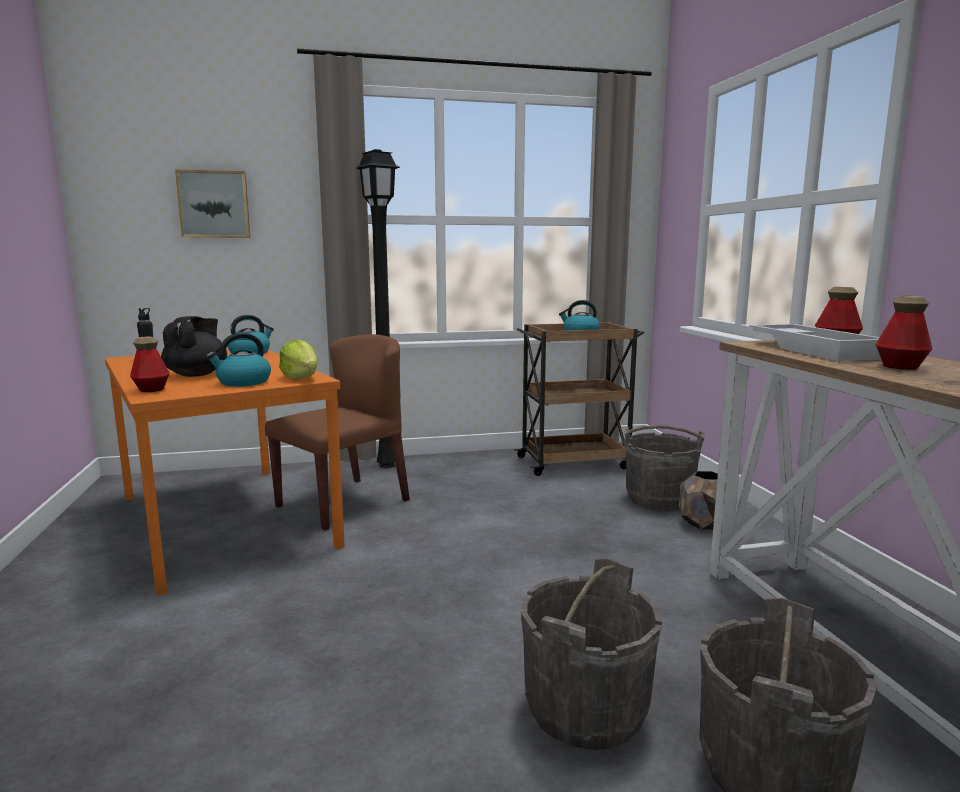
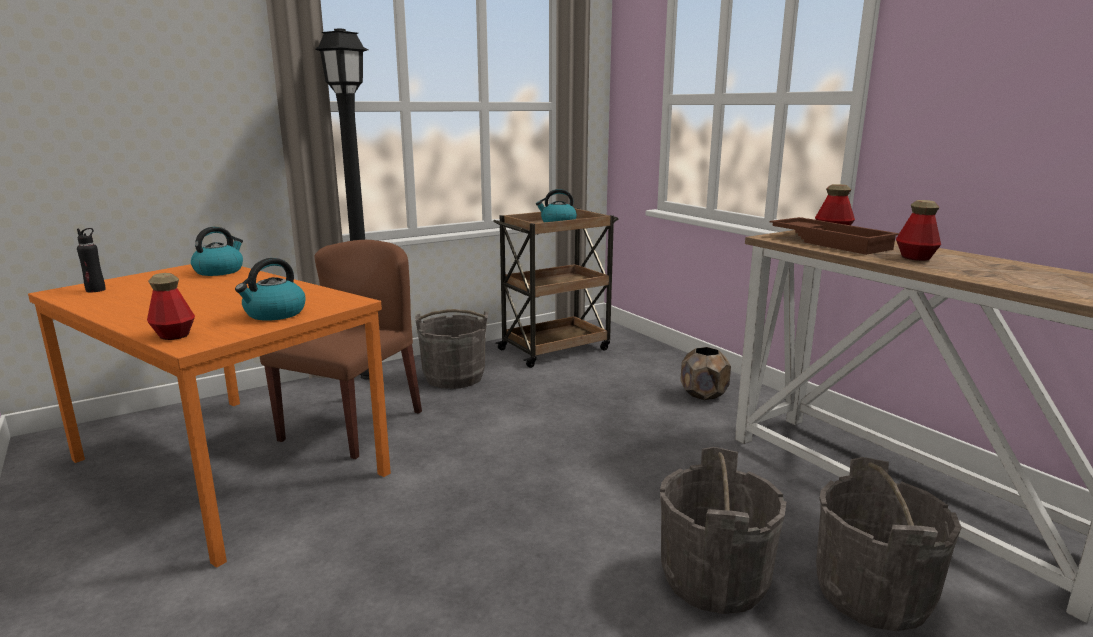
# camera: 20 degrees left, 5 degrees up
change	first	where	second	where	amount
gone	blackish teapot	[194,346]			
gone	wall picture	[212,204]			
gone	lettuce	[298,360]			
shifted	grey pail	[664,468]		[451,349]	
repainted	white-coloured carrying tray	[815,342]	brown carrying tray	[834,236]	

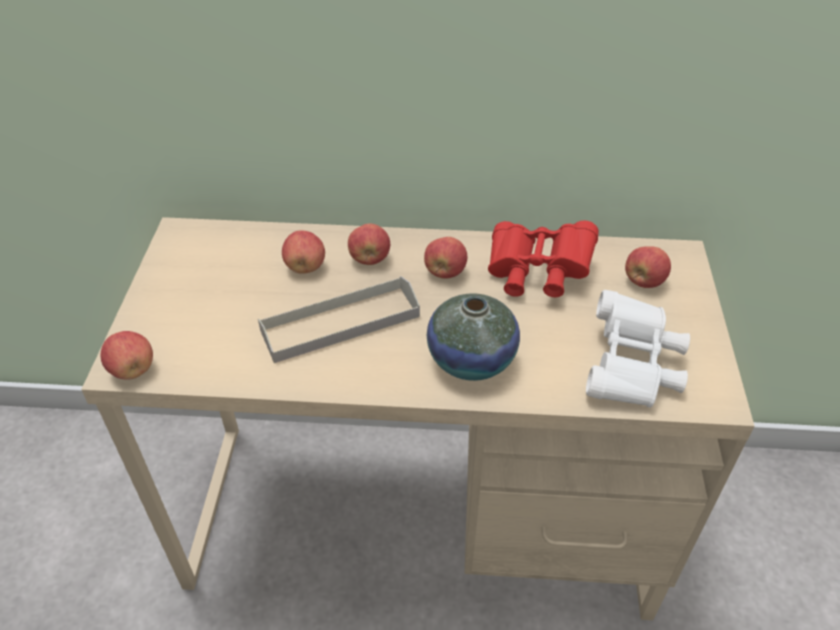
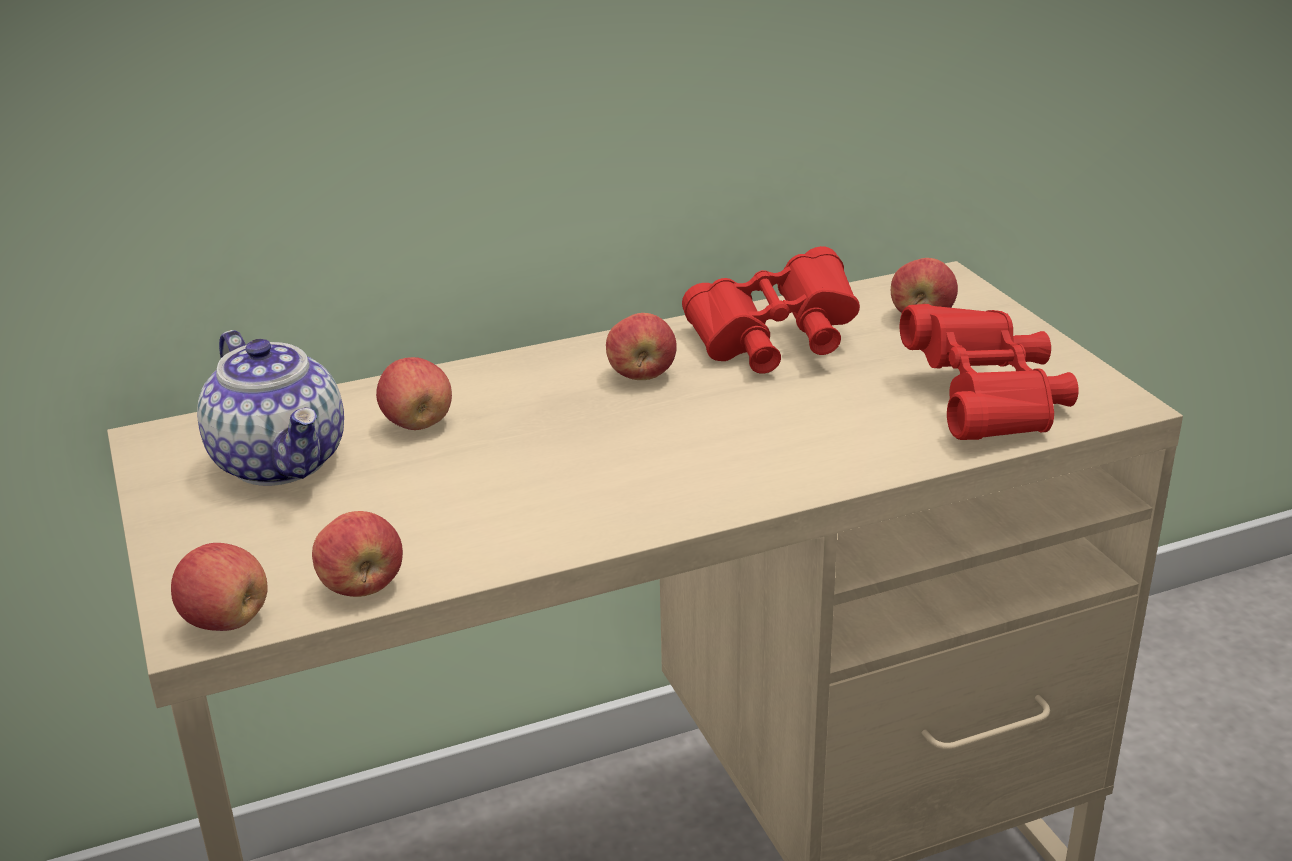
# camera: 25 degrees left, 15 degrees down
change	first	where	second	where	amount
gone	grey carrying tray	[339,319]			
shifted	whole apple	[369,244]		[357,554]	
gone	decorative vase	[473,337]			
repainted	white-coloured pair of binoculars	[638,349]	red pair of binoculars	[989,372]	
new			teapot	[270,408]	

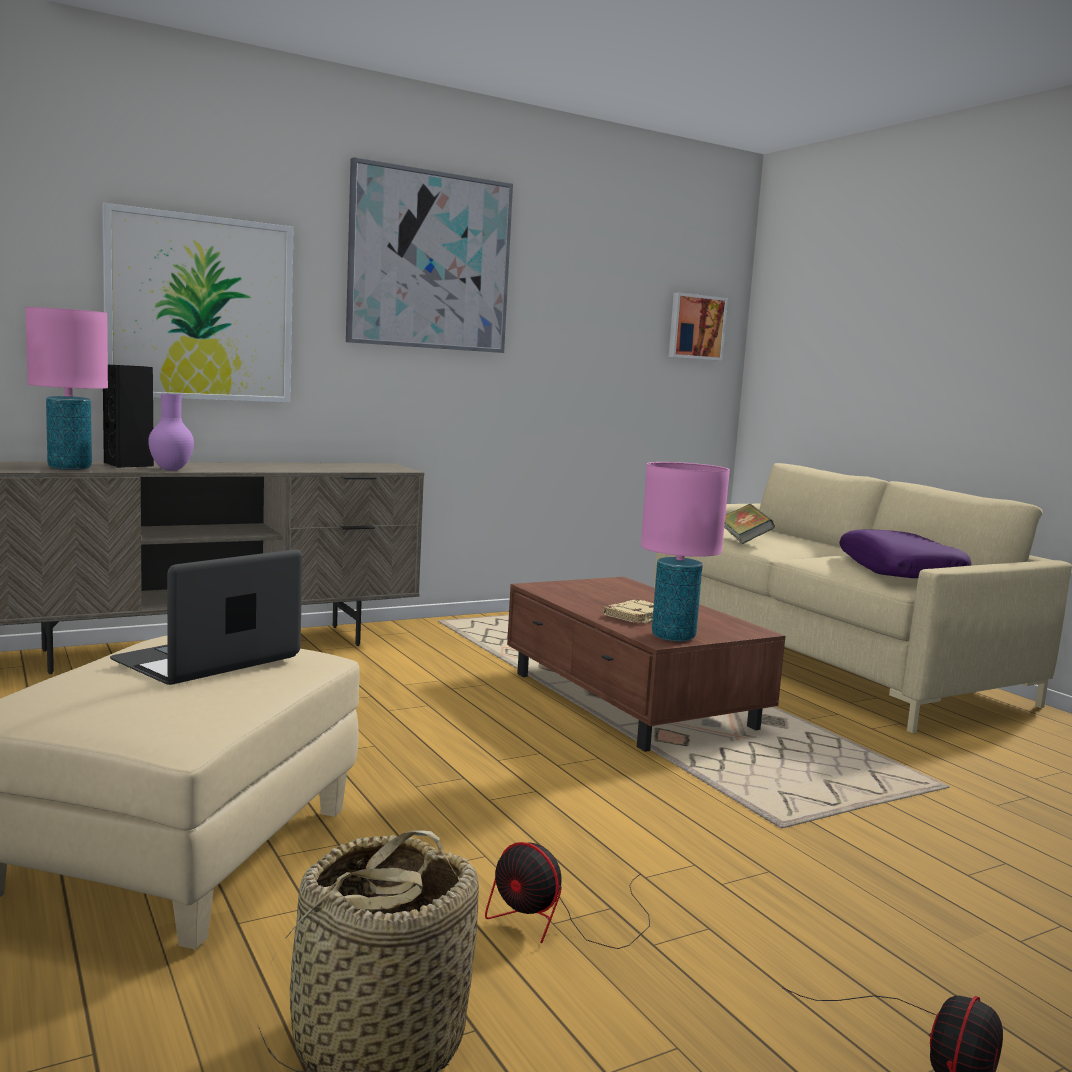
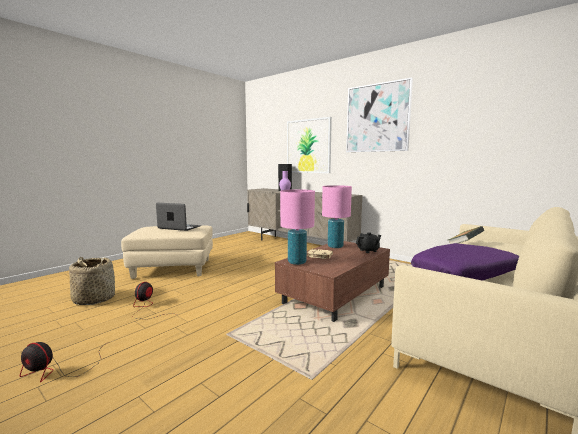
# camera: 70 degrees right, 0 degrees up
change	first	where	second	where	amount
shifted	pink lamp for a table	[66,388]		[337,216]	
gone	wall picture	[698,326]			
new			blackish teapot	[368,242]	

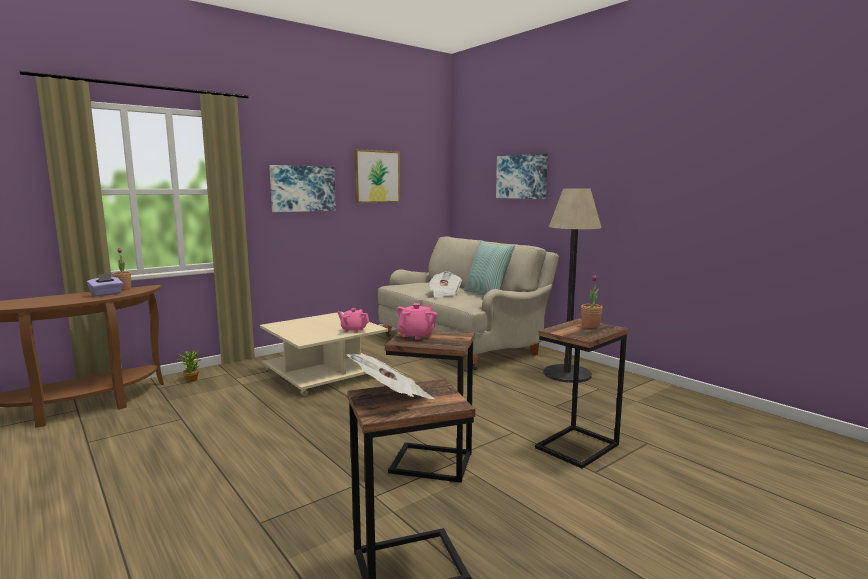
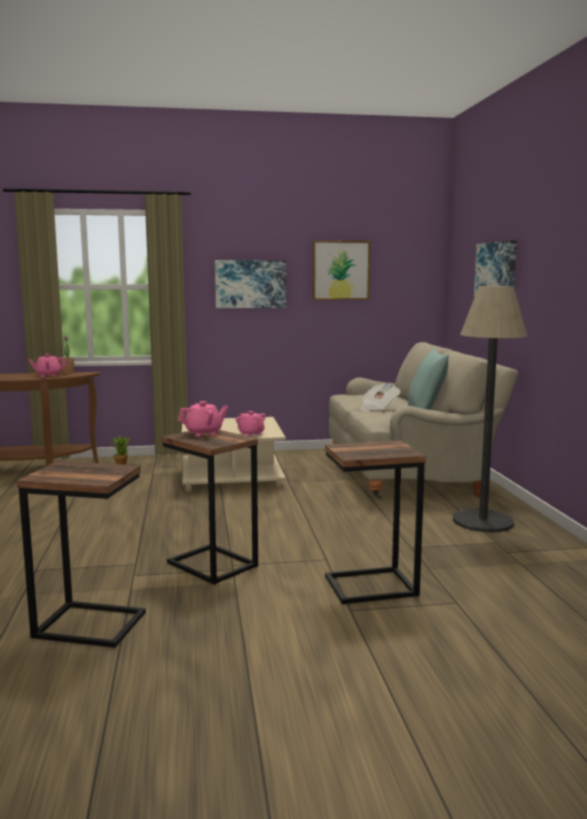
# camera: 30 degrees right, 0 degrees up
change	first	where	second	where	amount
swapped	purplish box of tissues	[105,285]	pink teapot	[47,365]	
gone	daily paper	[390,376]			
gone	houseplant	[592,301]			

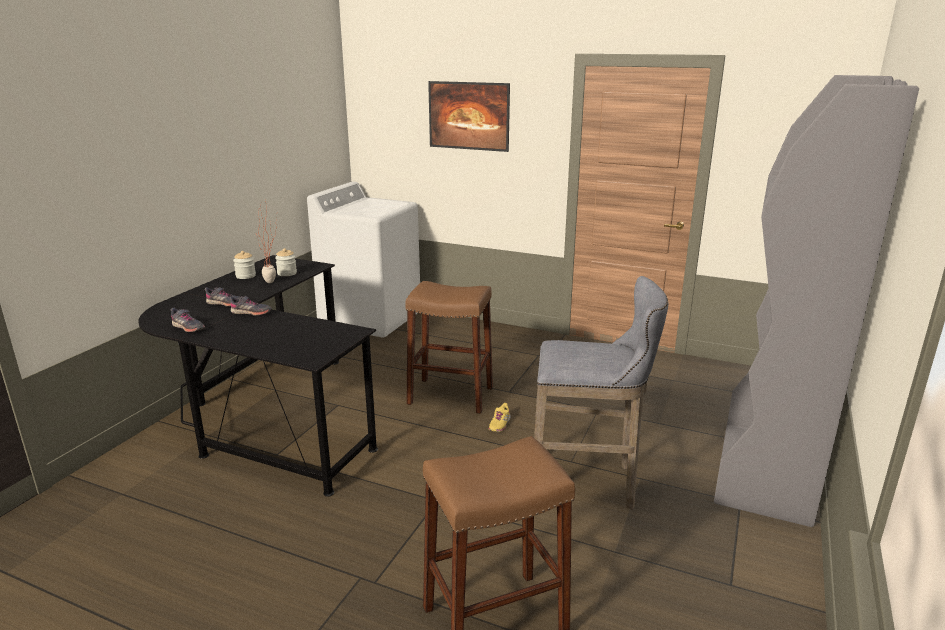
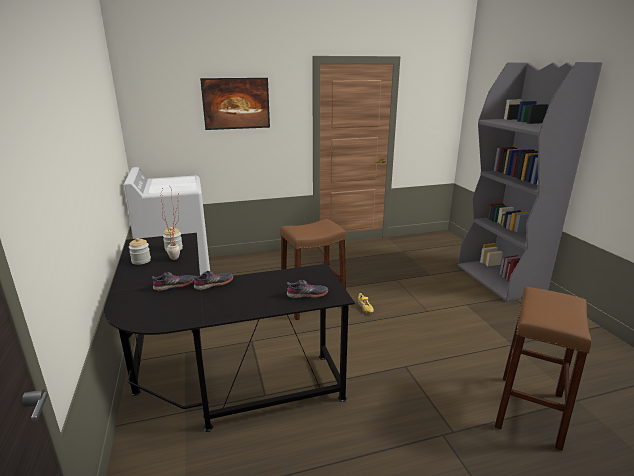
# camera: 40 degrees left, 0 degrees up
change	first	where	second	where	amount
shifted	grey item of footwear	[187,320]		[307,289]	
gone	grey stool seat	[601,393]			

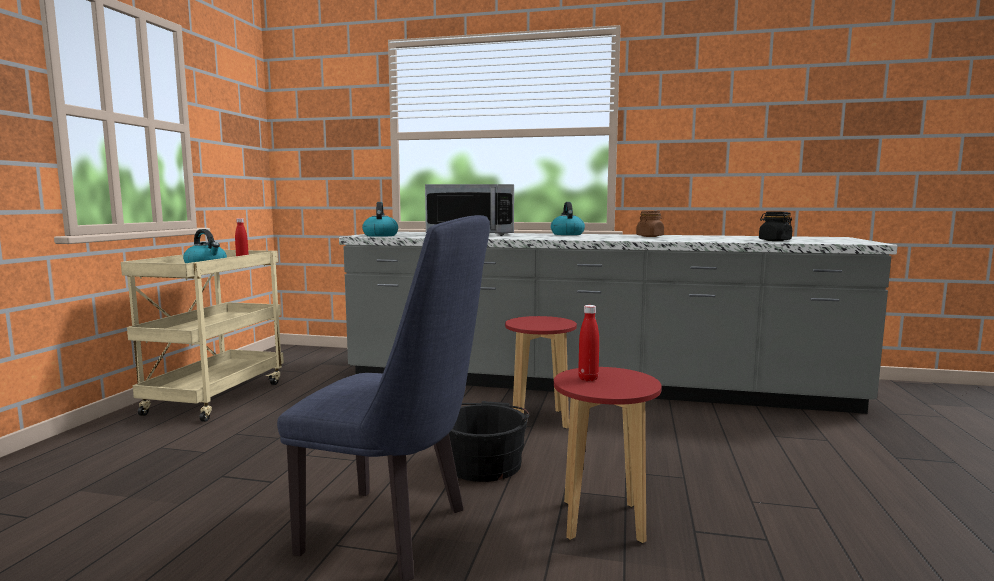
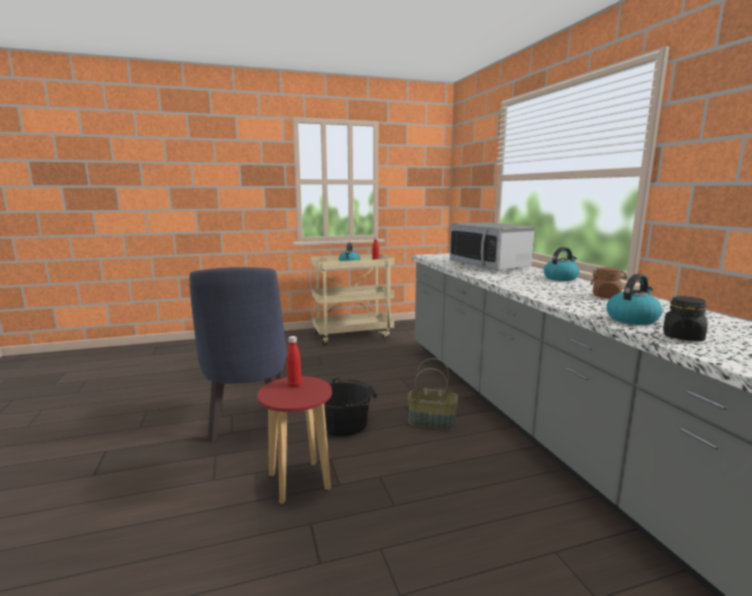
# camera: 60 degrees right, 5 degrees up
change	first	where	second	where	amount
shifted	kettle	[380,219]		[634,299]	
swapped	red stool seat	[541,372]	household basket	[433,394]	

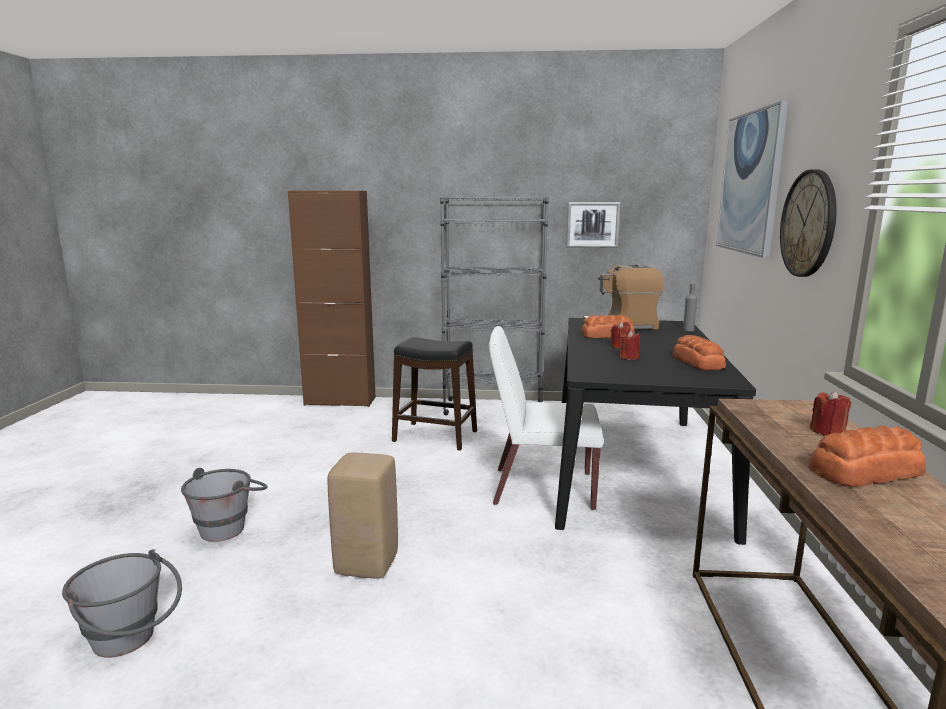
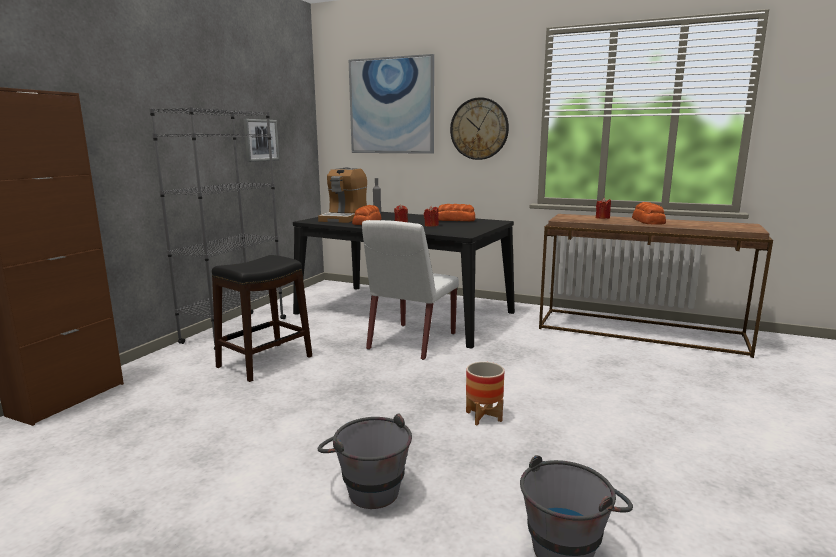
# camera: 70 degrees left, 0 degrees up
change	first	where	second	where	amount
swapped	beige stool seat	[363,516]	flower pot	[485,394]	

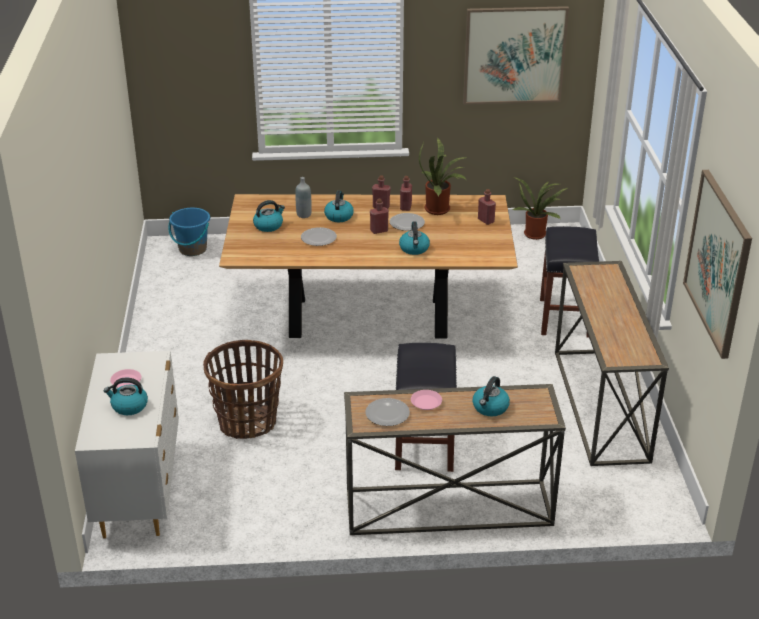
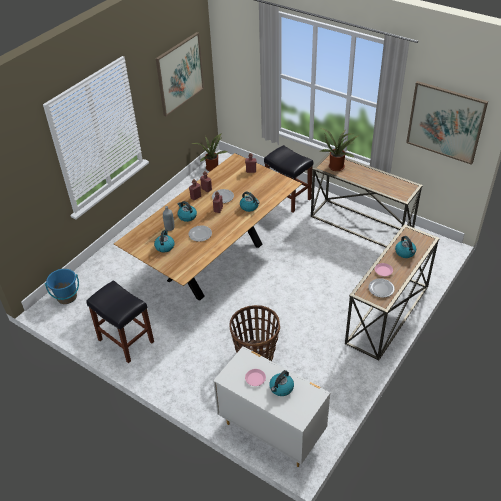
# camera: 50 degrees left, 10 degrees up
change	first	where	second	where	amount
shifted	blackish stool seat	[426,407]		[120,321]	
shifted	houseplant	[443,176]		[340,149]	

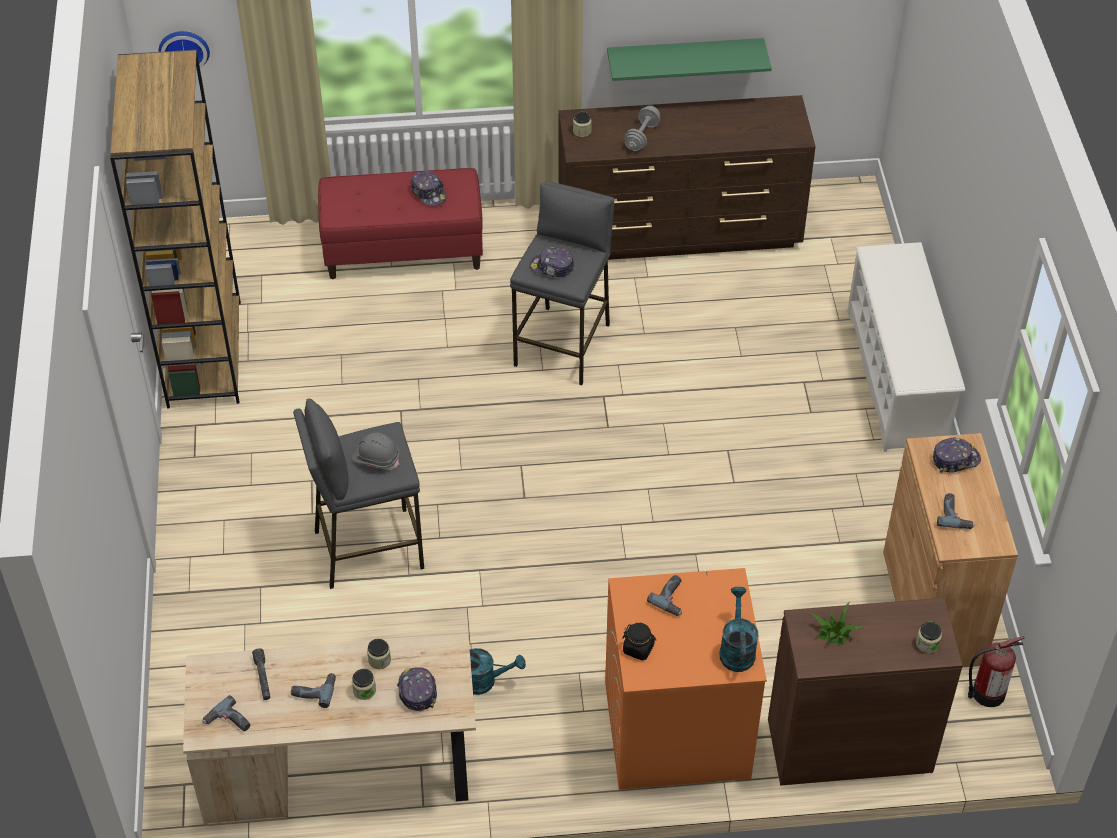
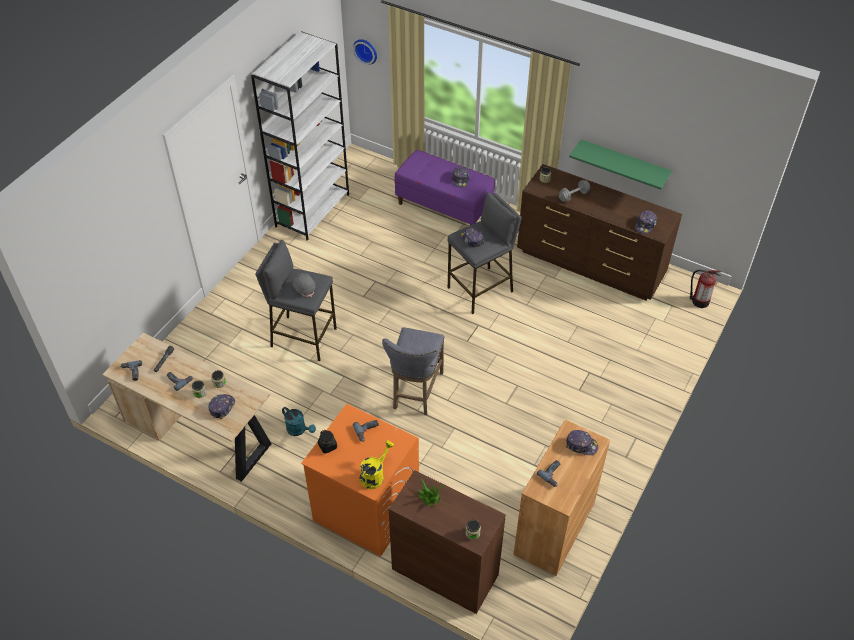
# camera: 35 degrees right, 0 degrees up
change	first	where	second	where	amount
repainted	brown bookcase	[175,229]	white-coloured bookcase	[300,136]	
repainted	red bench	[400,223]	purplish bench	[445,187]	
repainted	blue-green sprinkling can	[739,629]	yellow sprinkling can	[376,465]	
gone	white-coloured shoe rack	[906,347]			
shifted	fire extinguisher	[996,671]		[706,289]	
new			grey stool seat	[413,371]	
new			cap	[646,222]	

